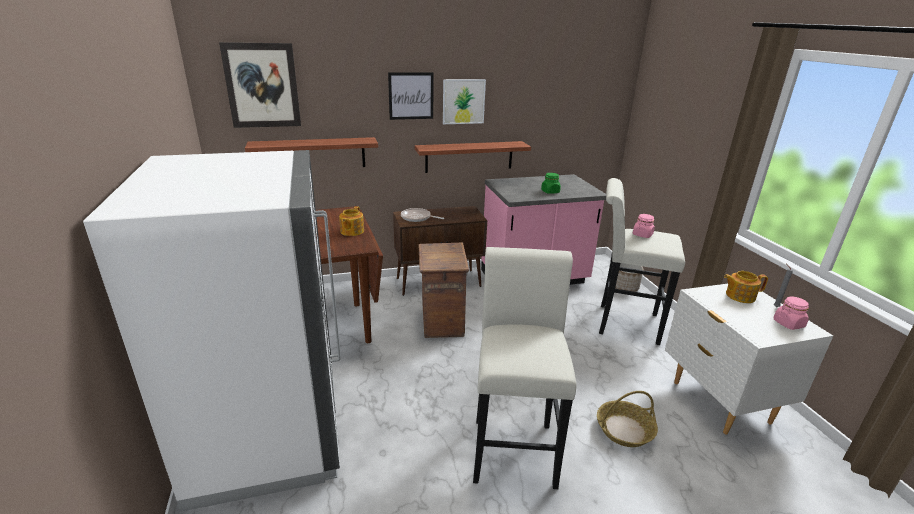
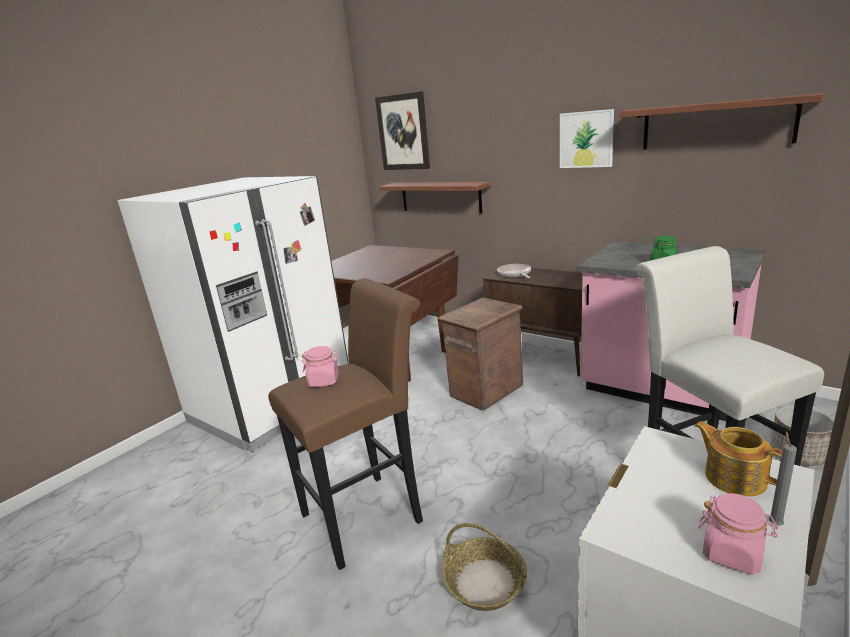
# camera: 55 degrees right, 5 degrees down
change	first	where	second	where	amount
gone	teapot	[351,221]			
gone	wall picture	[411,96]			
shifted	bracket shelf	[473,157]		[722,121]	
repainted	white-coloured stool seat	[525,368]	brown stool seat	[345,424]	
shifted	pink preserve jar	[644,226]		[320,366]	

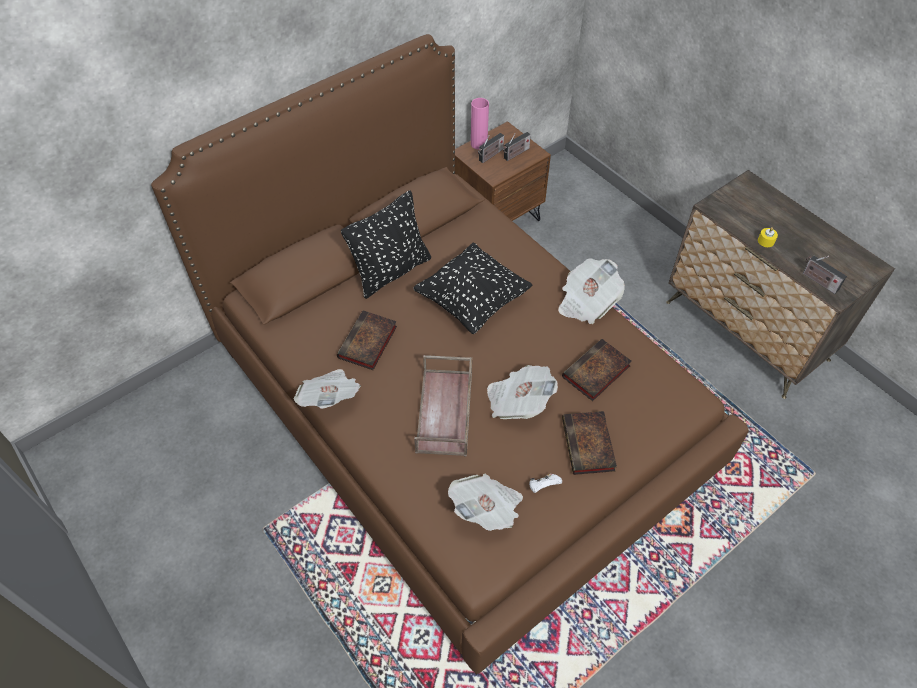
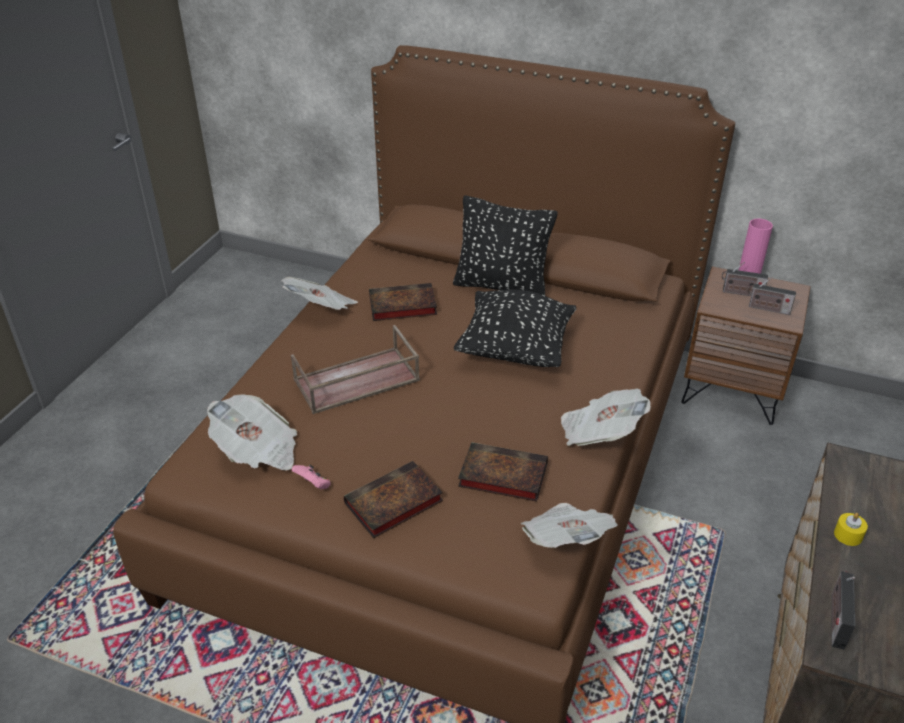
# camera: 60 degrees right, 15 degrees down
change	first	where	second	where	amount
shifted	daily paper	[522,392]		[569,525]	
repainted	white-coloured joypad	[545,483]	pink joypad	[311,477]	

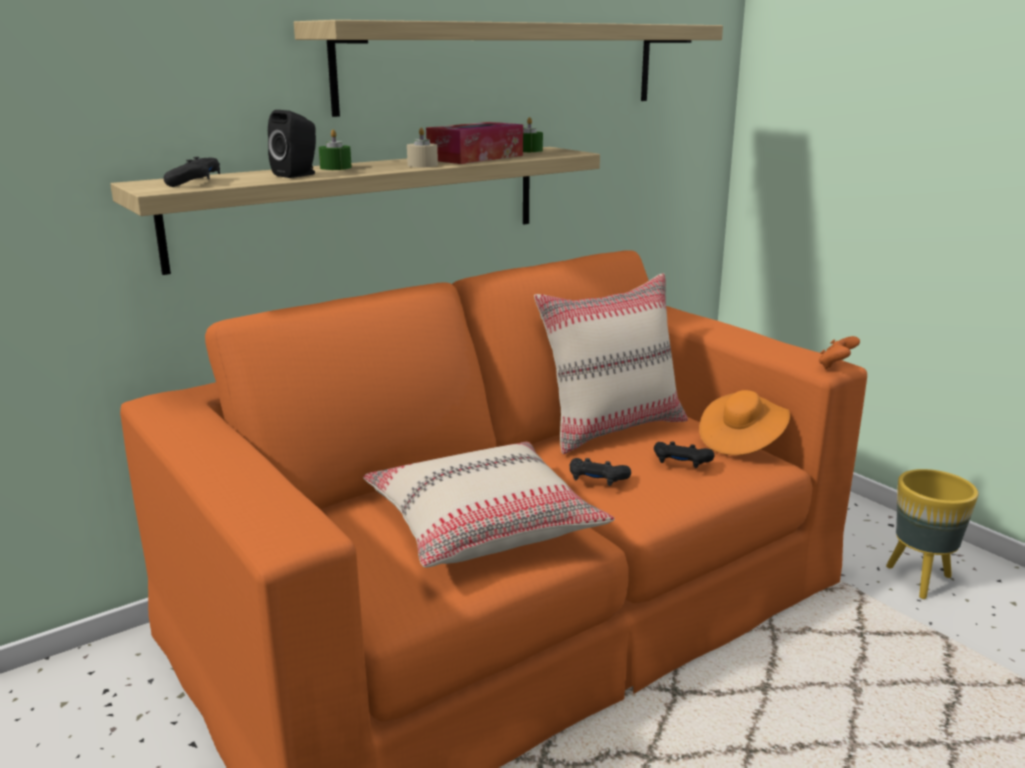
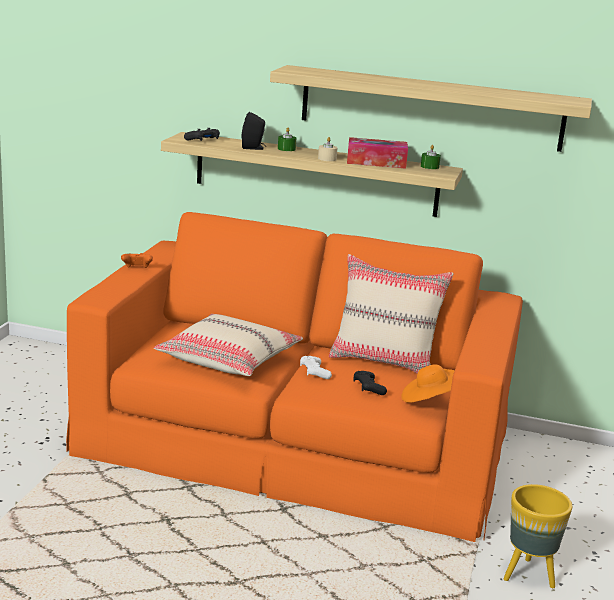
# camera: 50 degrees right, 0 degrees up
change	first	where	second	where	amount
repainted	blackish joypad	[600,472]	white-coloured joypad	[316,367]	
shifted	orangey joypad	[839,352]		[137,260]	

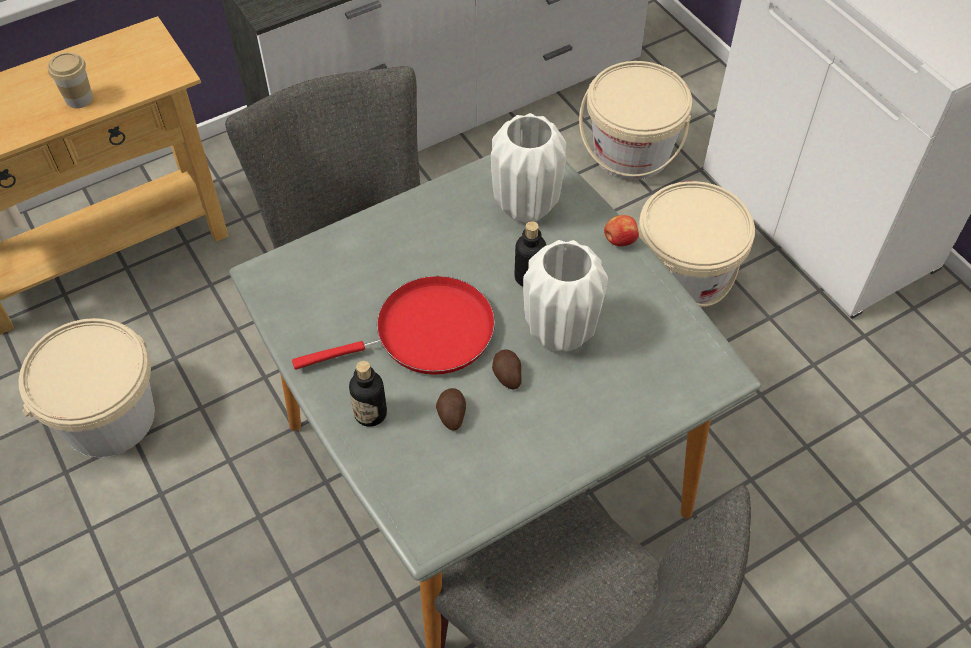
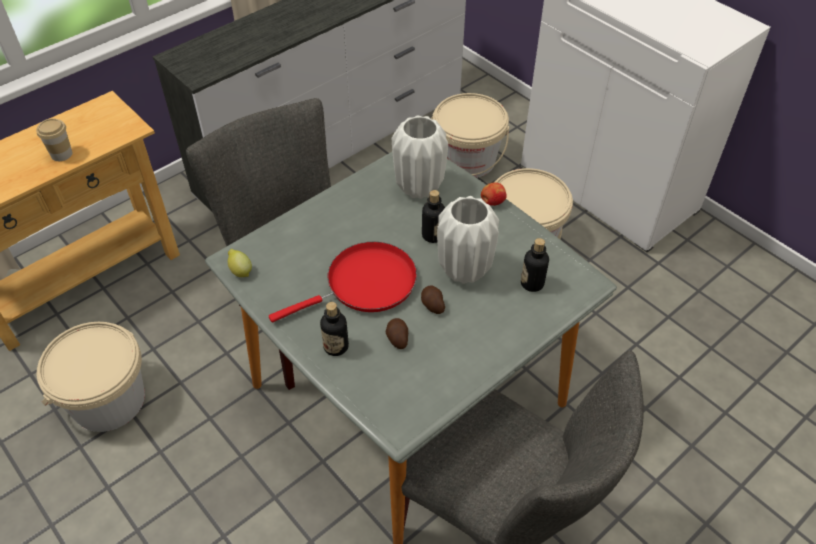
# camera: 10 degrees left, 5 degrees down
change	first	where	second	where	amount
new			whole lemon	[240,263]	
new			drink bottle	[535,265]	

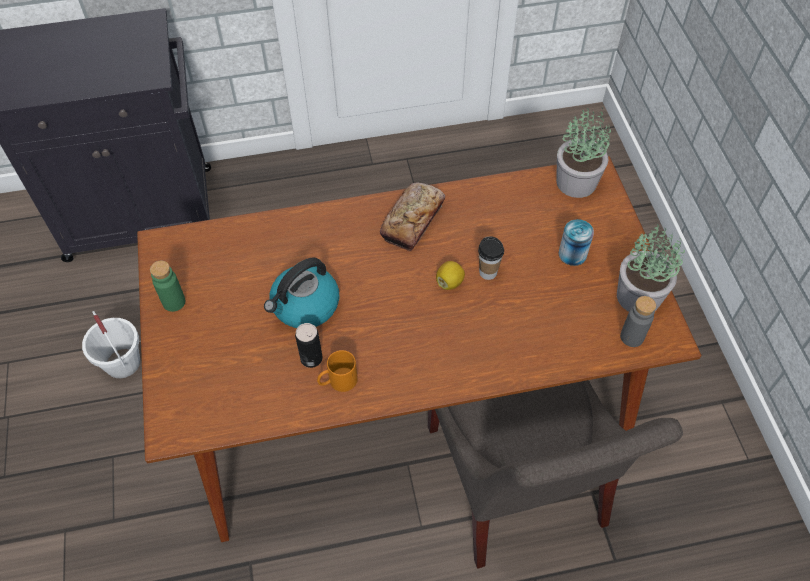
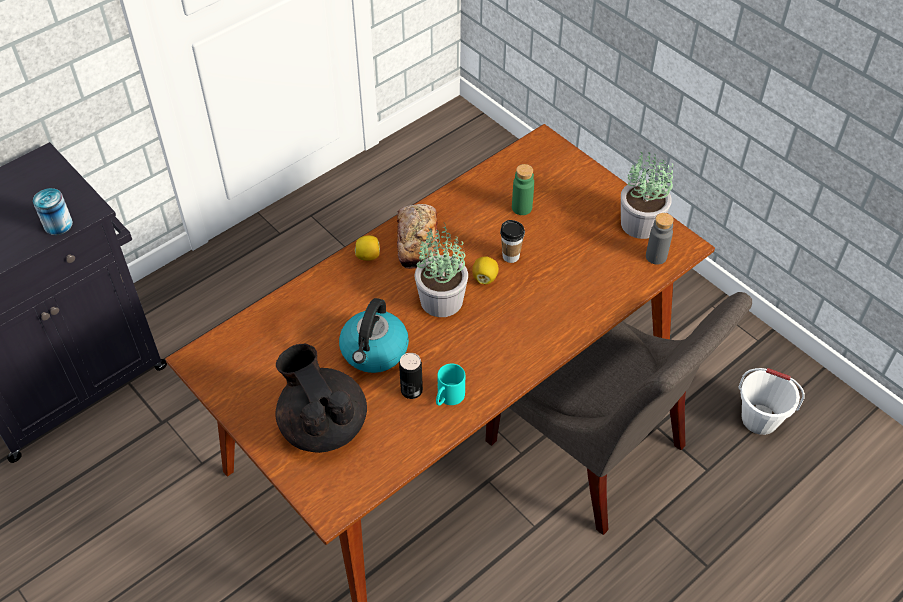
# camera: 30 degrees left, 5 degrees down
change	first	where	second	where	amount
shifted	white-coloured pail	[111,344]		[772,401]	
shifted	greenish drink bottle	[167,286]		[523,189]	
repainted	orangey tea mug	[337,371]	blue-green tea mug	[450,385]	
shifted	houseplant	[583,153]		[441,270]	
shifted	metal can	[576,242]		[53,211]	
new			blackish teapot	[321,398]	
new			whole lemon	[367,248]	

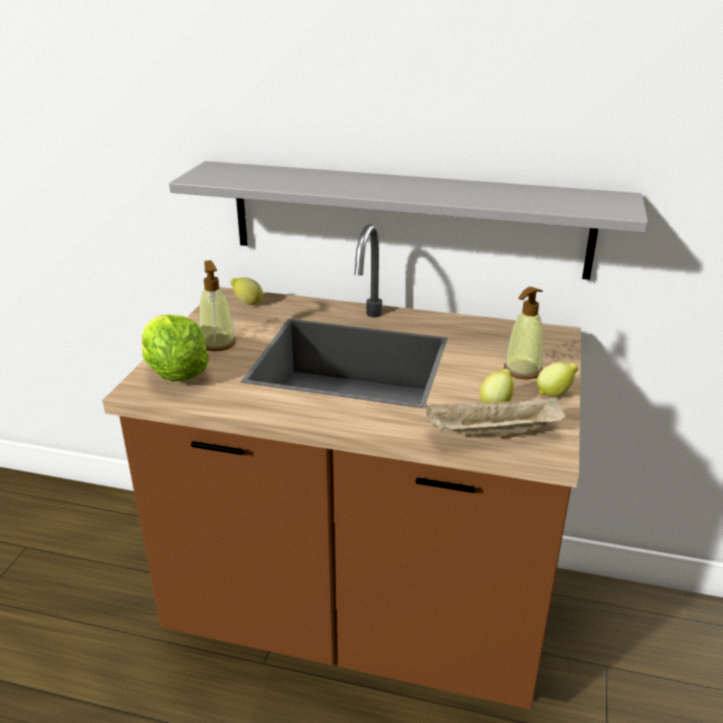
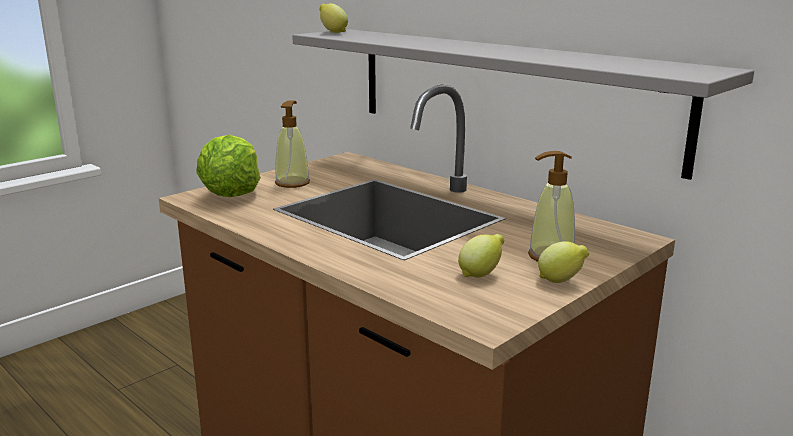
# camera: 30 degrees right, 10 degrees down
change	first	where	second	where	amount
shifted	whole lemon	[246,291]		[333,18]	
gone	beige carrying tray	[495,417]			

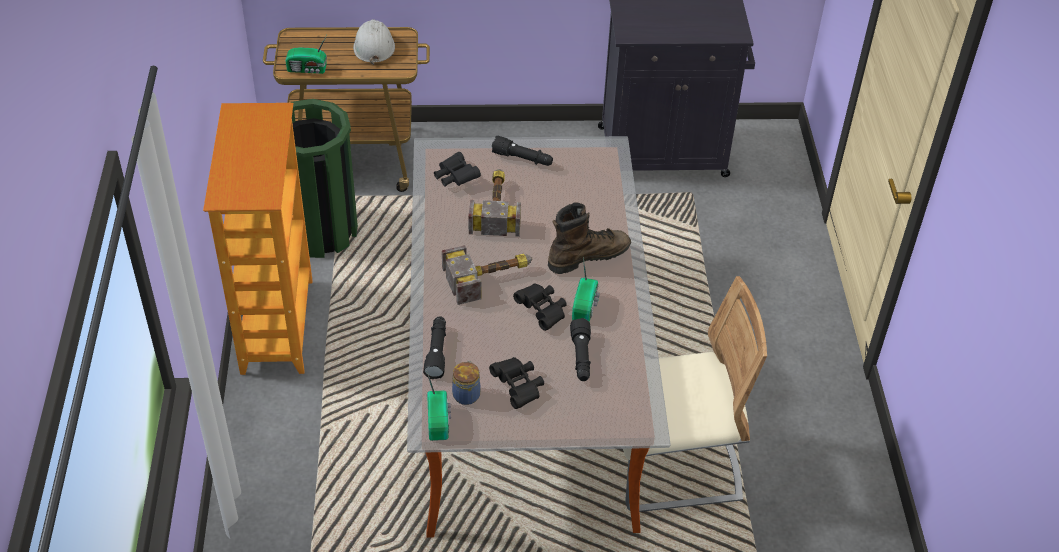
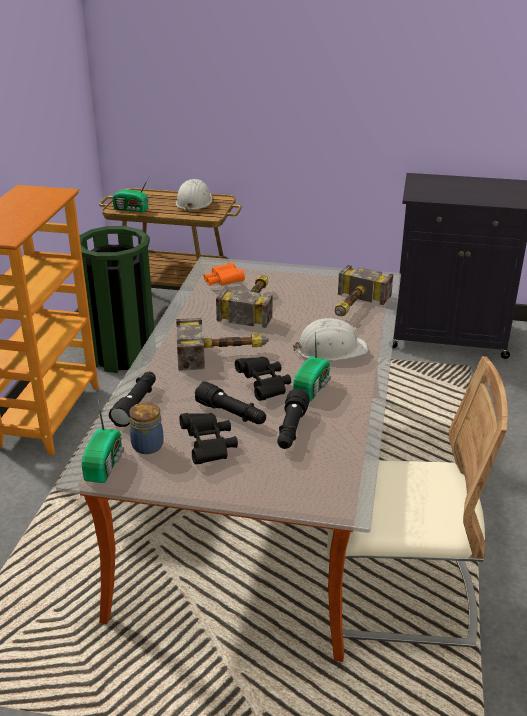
# camera: 15 degrees right, 15 degrees down
change	first	where	second	where	amount
repainted	blackish pair of binoculars	[457,169]	orangey pair of binoculars	[224,274]	
shifted	blackish flashlight	[522,150]		[230,402]	
swapped	brown tall boot	[589,238]	white-coloured safety helmet	[331,339]	
new			hammer	[364,290]	

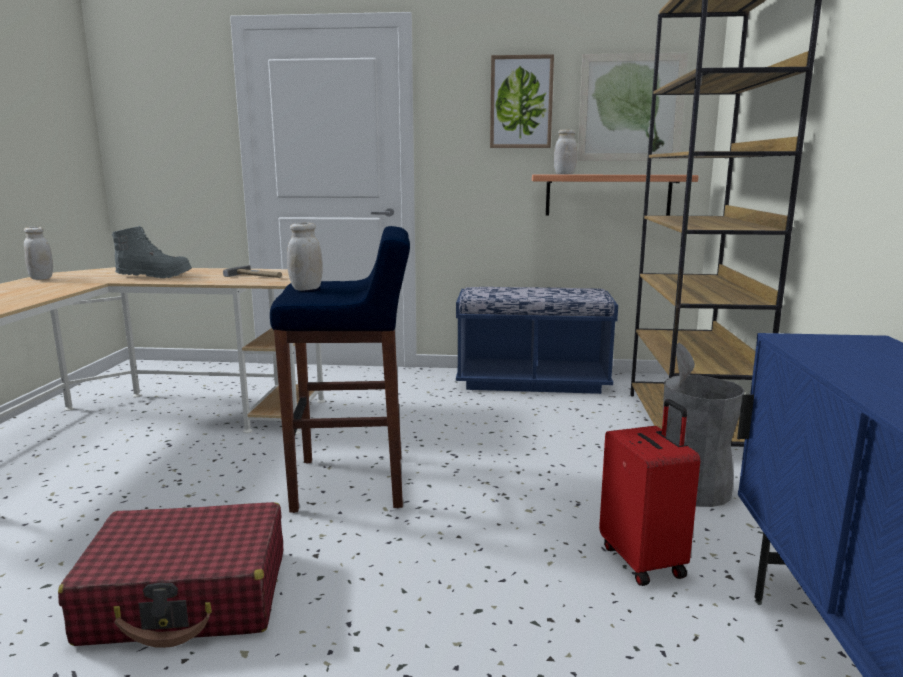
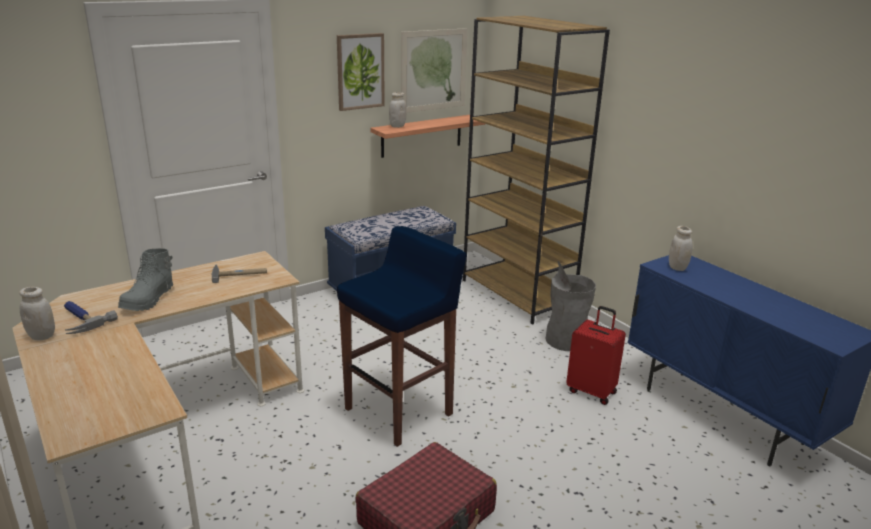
# camera: 40 degrees left, 10 degrees up
change	first	where	second	where	amount
rotated	grey tall boot	[152,251]		[145,279]	150 degrees clockwise
shifted	white-coloured preserve jar	[305,257]		[681,248]	
new			hammer	[91,317]	

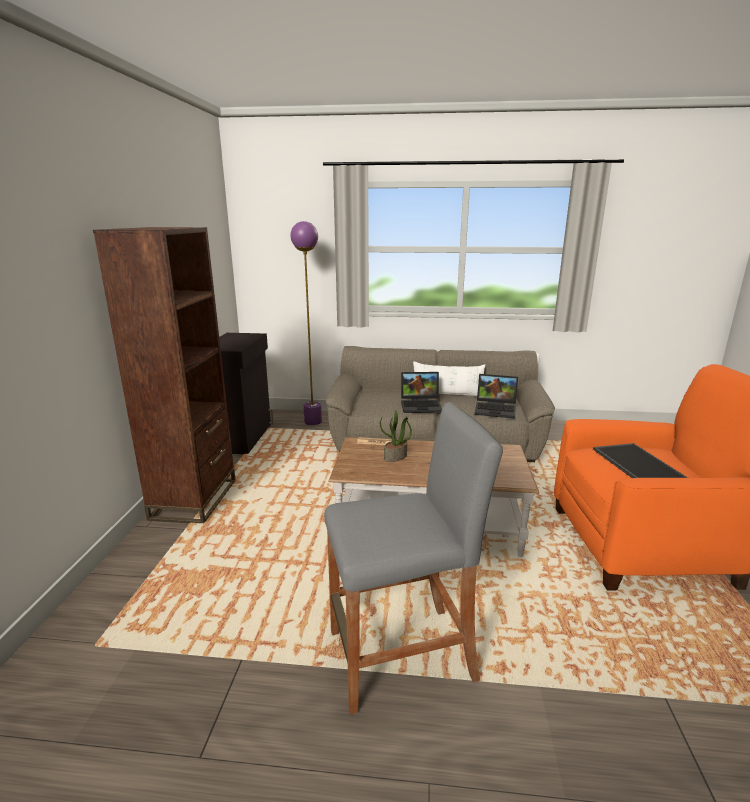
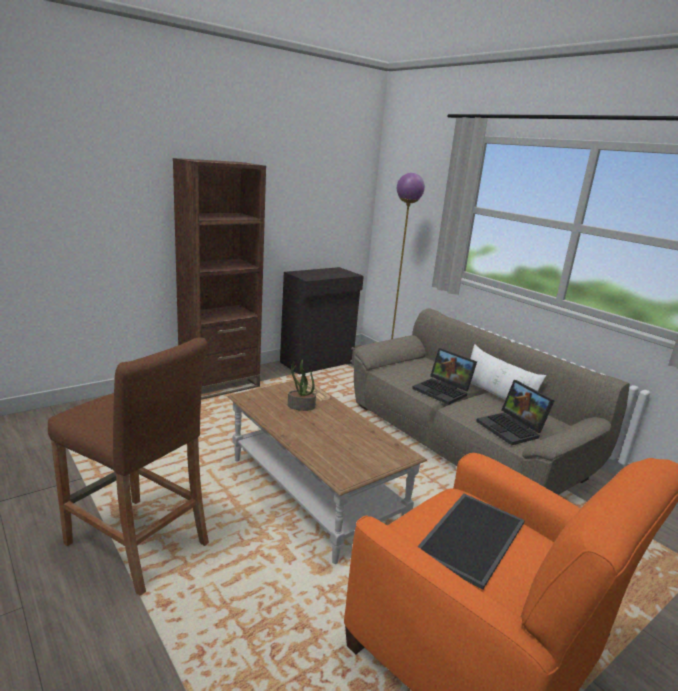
# camera: 45 degrees right, 0 degrees up
change	first	where	second	where	amount
repainted	grey stool seat	[413,558]	brown stool seat	[128,467]	

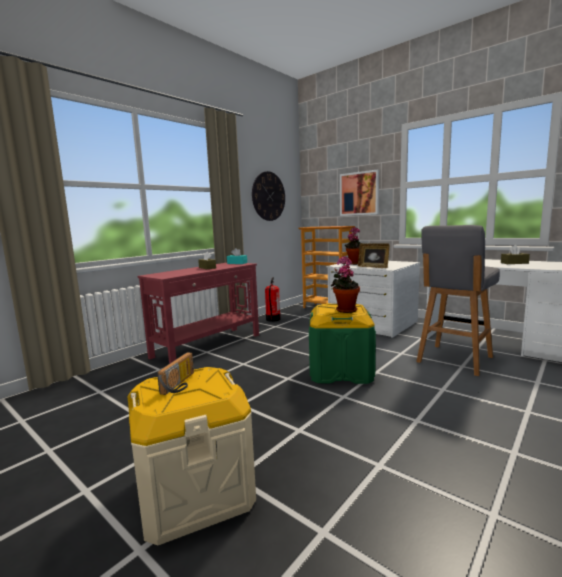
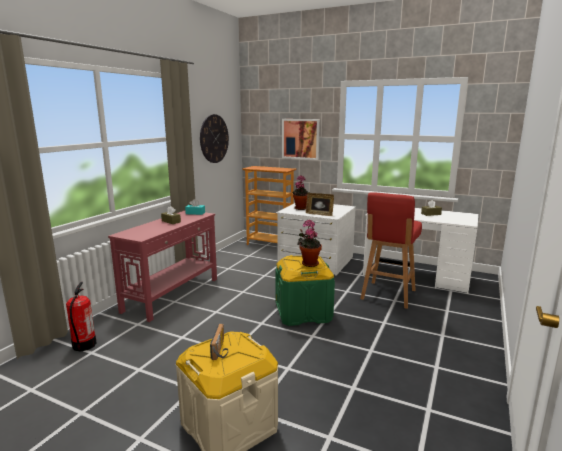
# camera: 15 degrees left, 5 degrees up
change	first	where	second	where	amount
shifted	fire extinguisher	[273,299]		[81,316]	
repainted	grey stool seat	[458,300]	red stool seat	[391,250]	

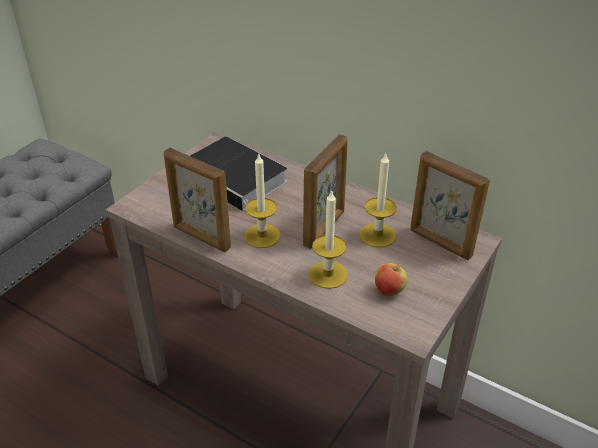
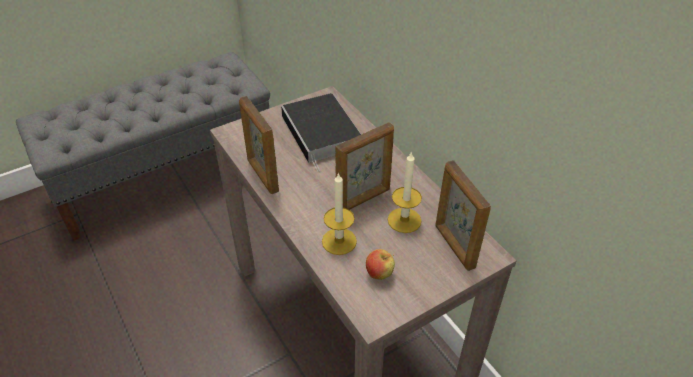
# camera: 25 degrees right, 5 degrees up
change	first	where	second	where	amount
gone	wax candle	[262,201]			

